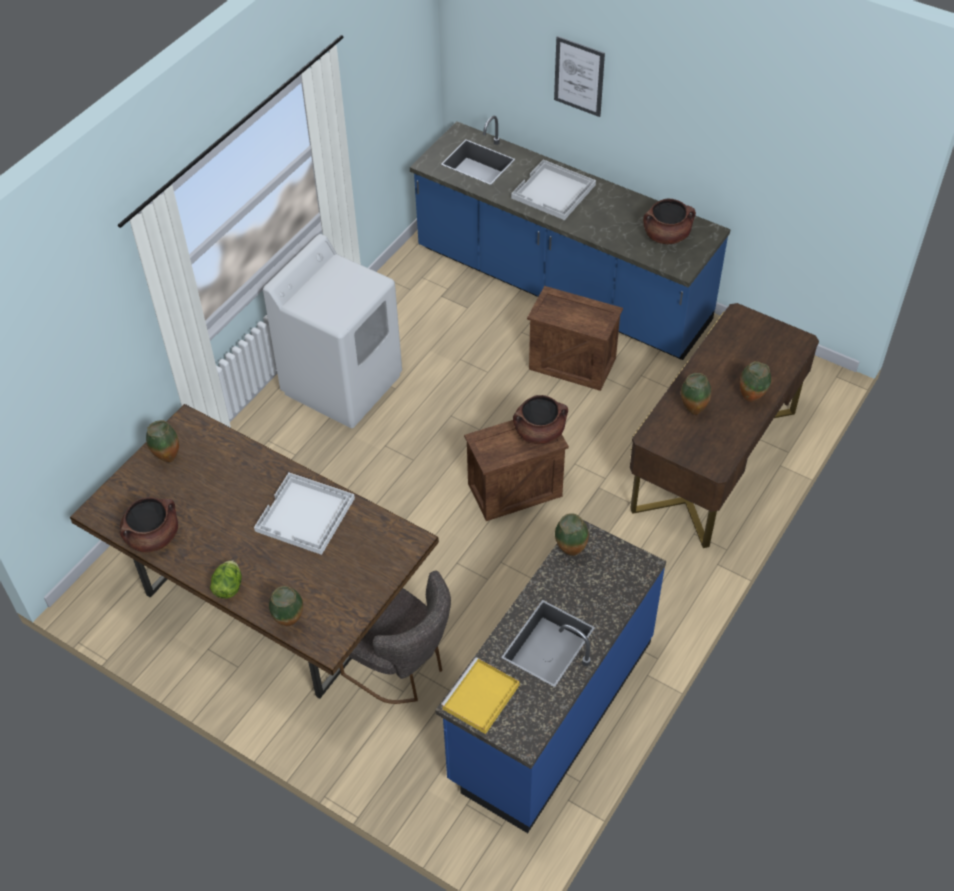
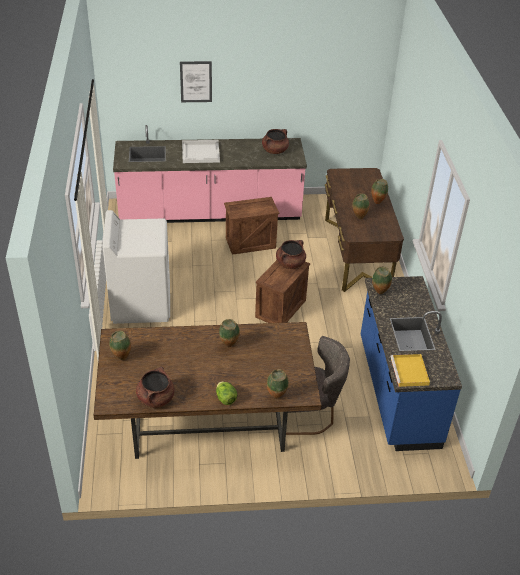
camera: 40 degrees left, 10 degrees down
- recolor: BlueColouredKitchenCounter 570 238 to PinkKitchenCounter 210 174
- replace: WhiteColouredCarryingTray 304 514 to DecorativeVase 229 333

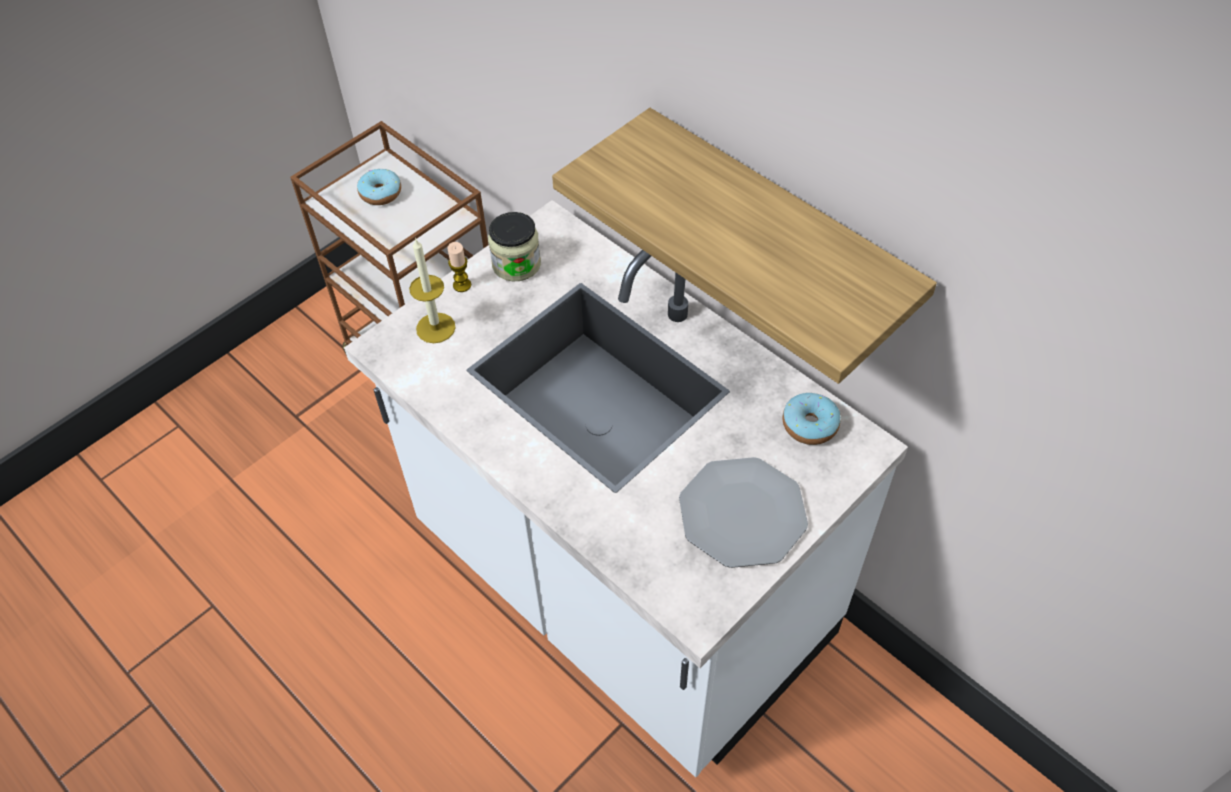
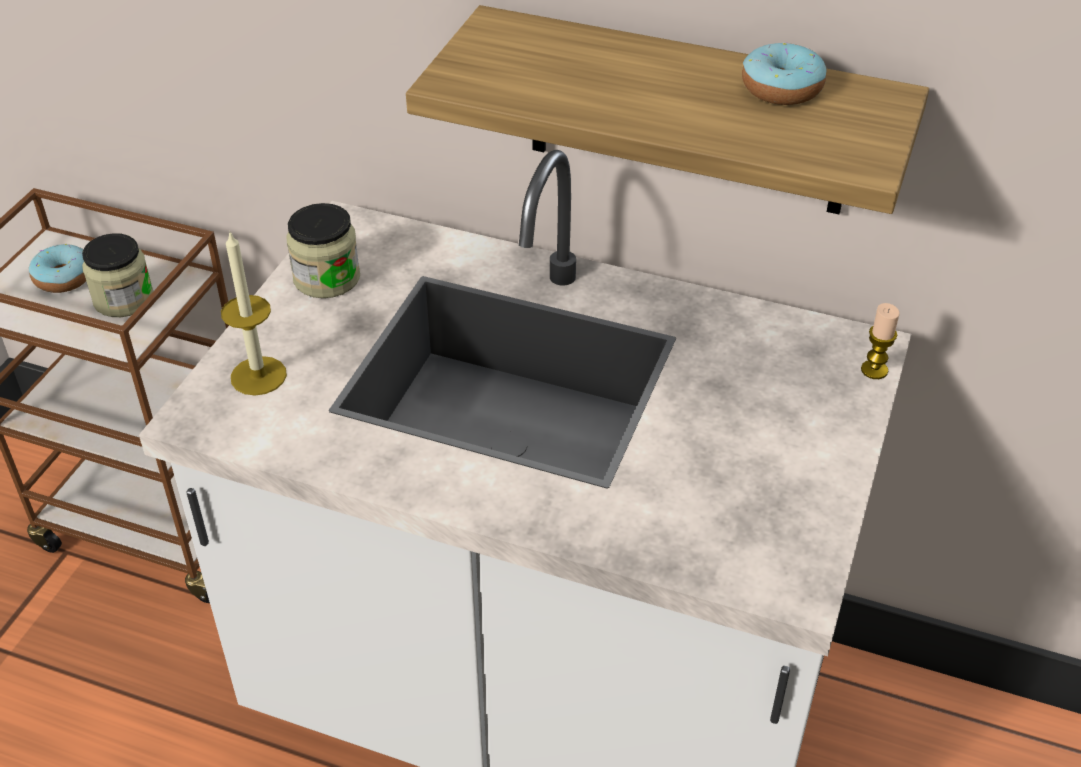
camera: 25 degrees left, 10 degrees down
- move: Candle 459 267 to 880 341
- move: RingDoughnut 811 419 to 784 73
- delete: Plate 743 512
- insert: StorageJar 117 275

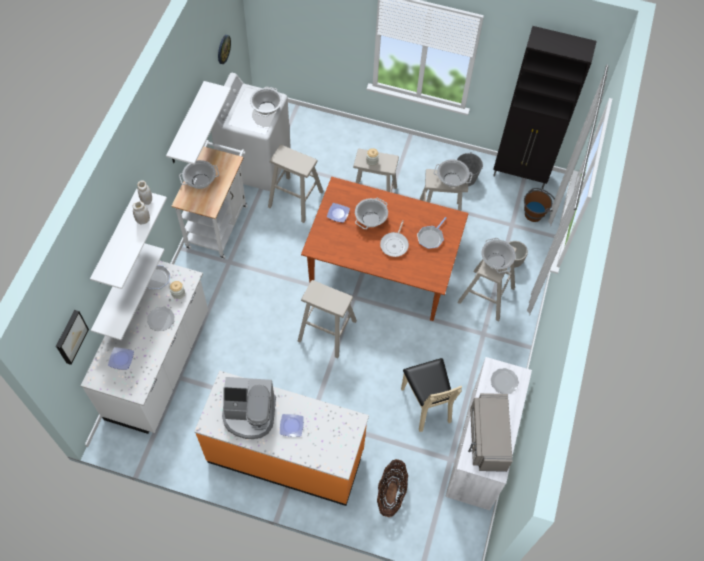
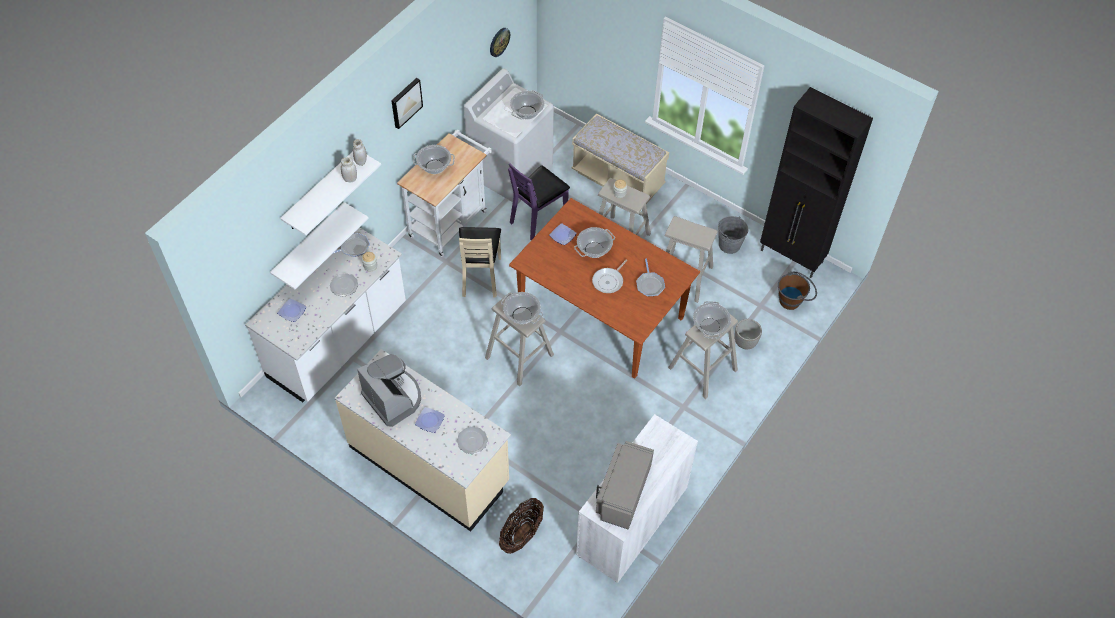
camera: 20 degrees right, 5 degrees down
- delete: WhiteColouredBracketShelf 198 123
- replace: BeigeColouredStool 296 184 to PurpleChair 539 201
- move: CookingPot 453 173 to 522 308
- rotate: Skillet 431 233 = 650 277 60 degrees counterclockwise
- move: WallPicture 72 337 to 407 103
- move: BeigeColouredChair 431 395 to 480 262
- move: Plate 505 381 to 472 440
- recolor: OrangeColouredKitchenCounter 281 438 to BeigeColouredKitchenCounter 423 440
- rotate: CoffeeBrewer 249 408 = 389 390 150 degrees counterclockwise
- insert: BeigeColouredBench 620 159

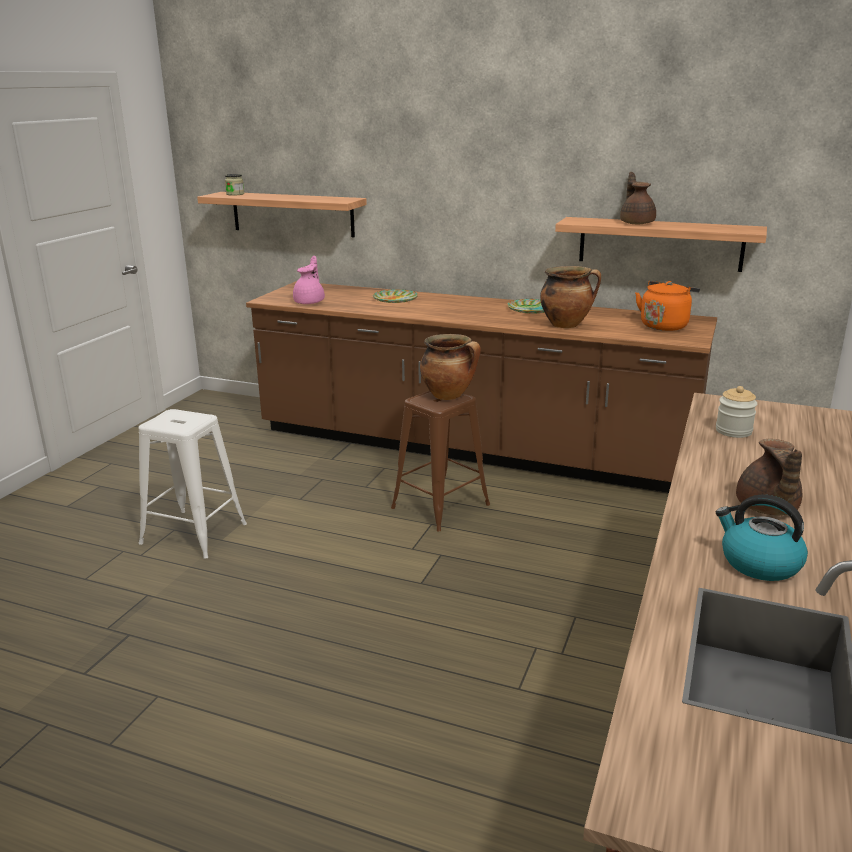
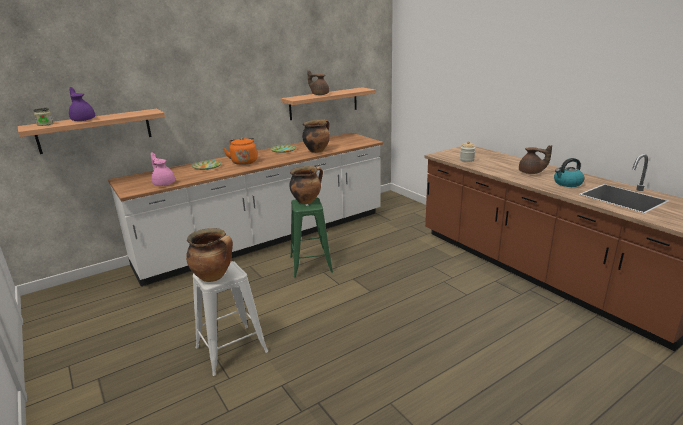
camera: 55 degrees left, 0 degrees up
- recolor: BrownKitchenCounter 481 387 to WhiteColouredKitchenCounter 245 209
- move: OrangeColouredWaterKettle 667 306 to 240 151
- recolor: BrownStool 440 461 to GreenishStool 311 237
- insert: PurpleTeapot 82 104
- insert: CookingPot 209 255

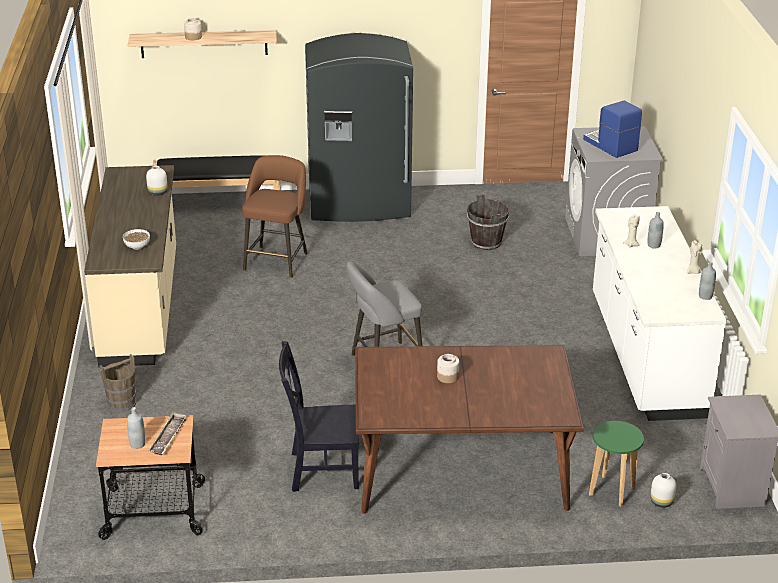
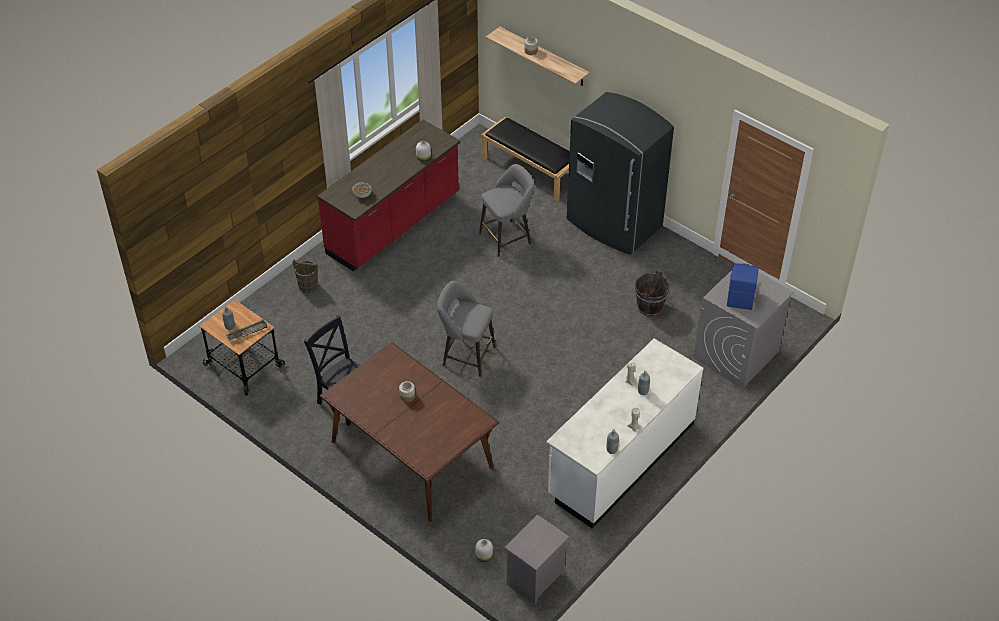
camera: 45 degrees right, 15 degrees up
- recolor: BrownStool 275 216 to GrayStool 507 210
- recolor: BeigeColouredKitchenCounter 130 266 to RedKitchenCounter 388 195
- delete: GreenishStool 616 464

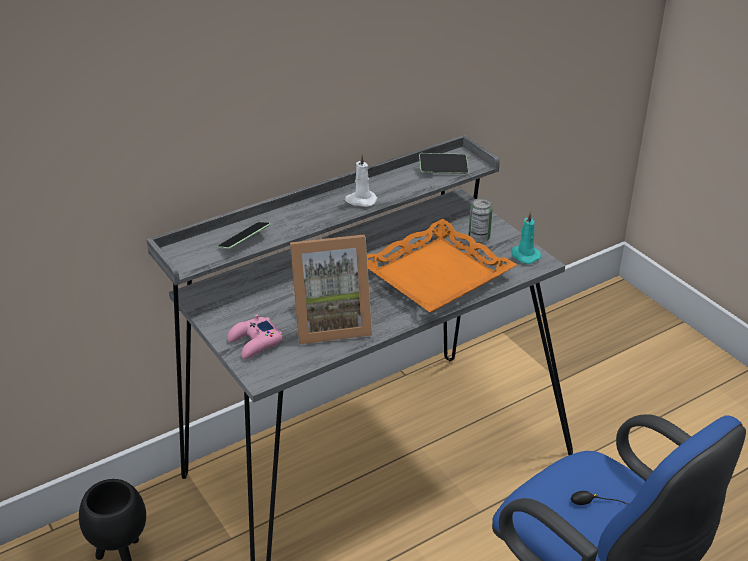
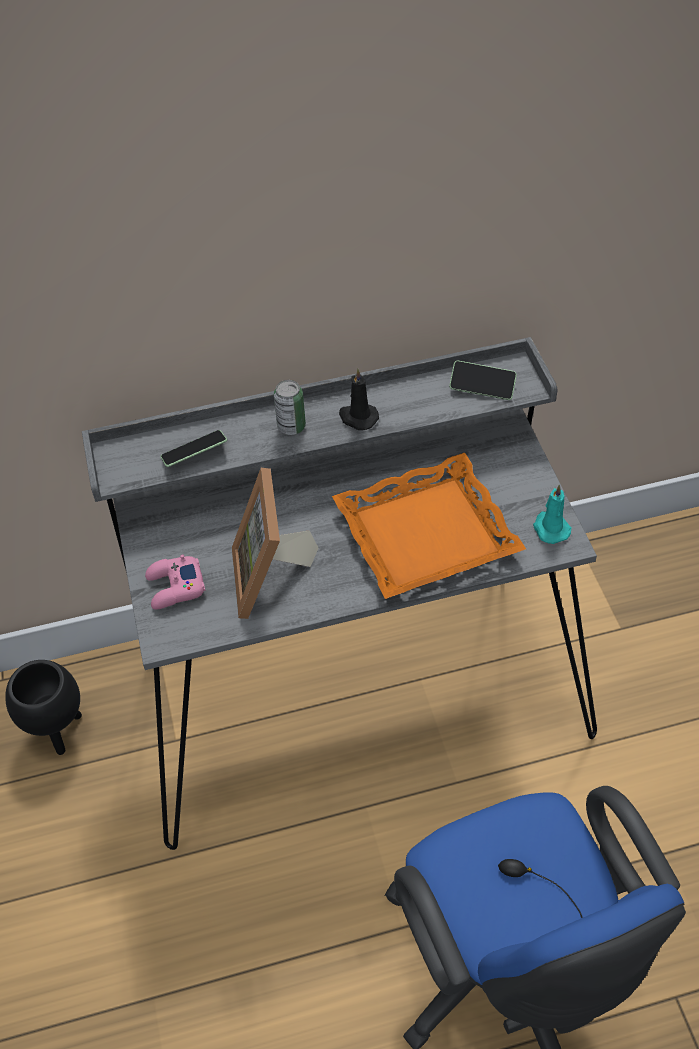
camera: 20 degrees right, 15 degrees up
- recolor: WhiteColouredCandle 361 180 to BlackishCandle 359 399
- move: Can 481 220 to 290 407
- rotate: PictureFrame 331 289 = 275 543 75 degrees clockwise

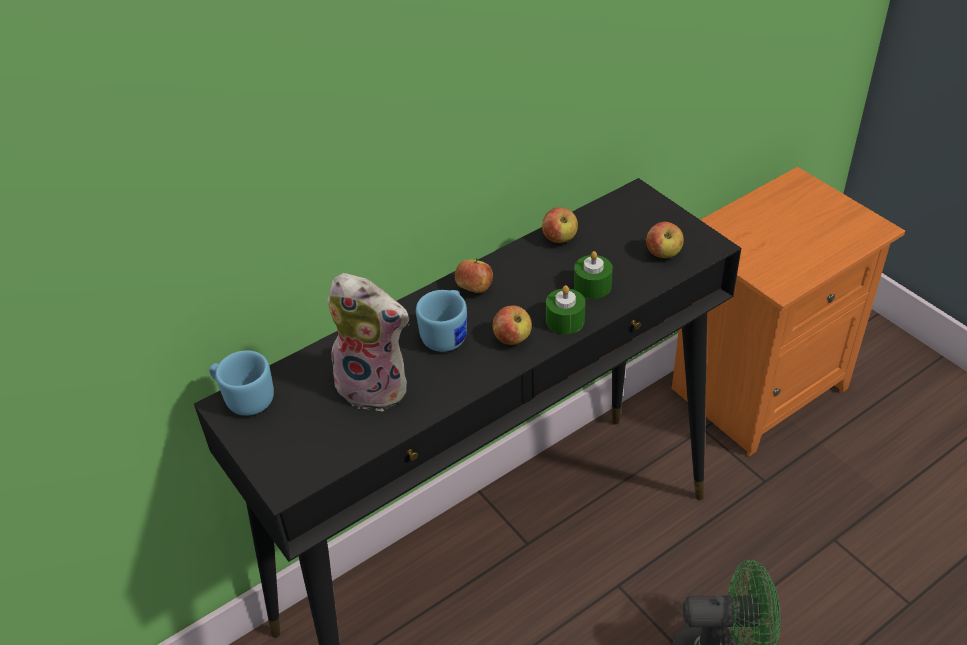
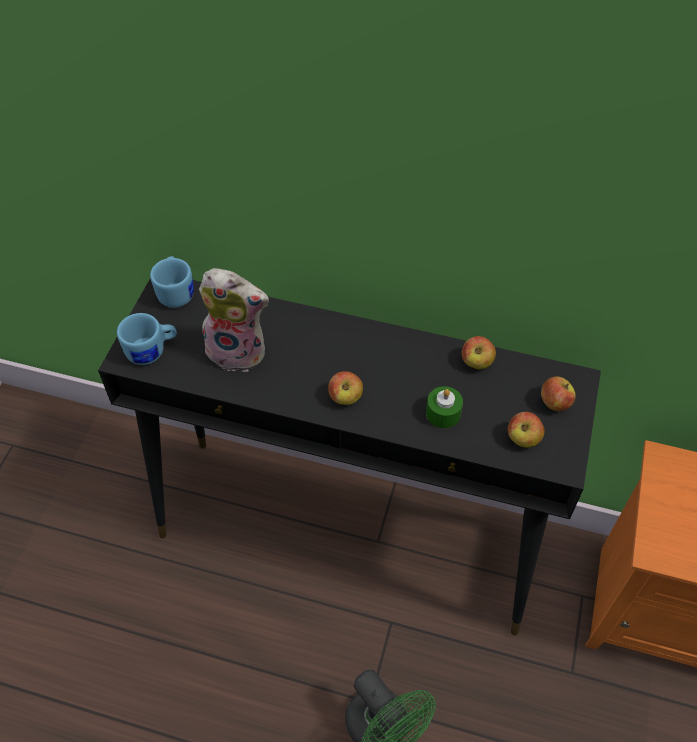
camera: 50 degrees right, 10 degrees up
- move: WholeApple 474 275 to 558 394
- rotate: CuddlyToy 368 342 = 234 320 60 degrees counterclockwise
- delete: GreenishCandle 565 309
- move: BlueColouredTeaMug 441 321 to 147 339

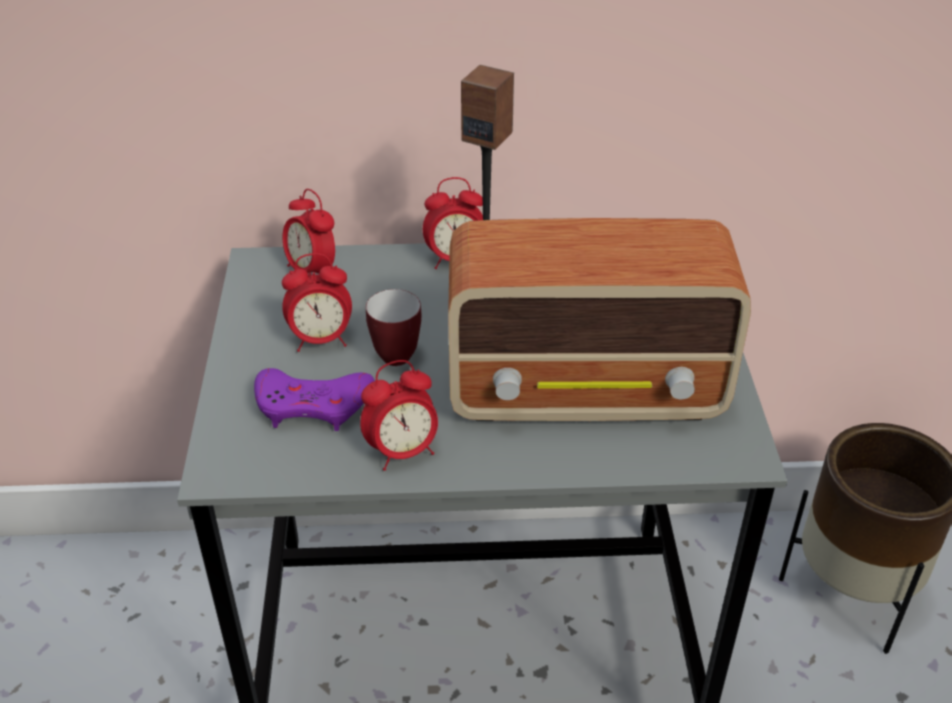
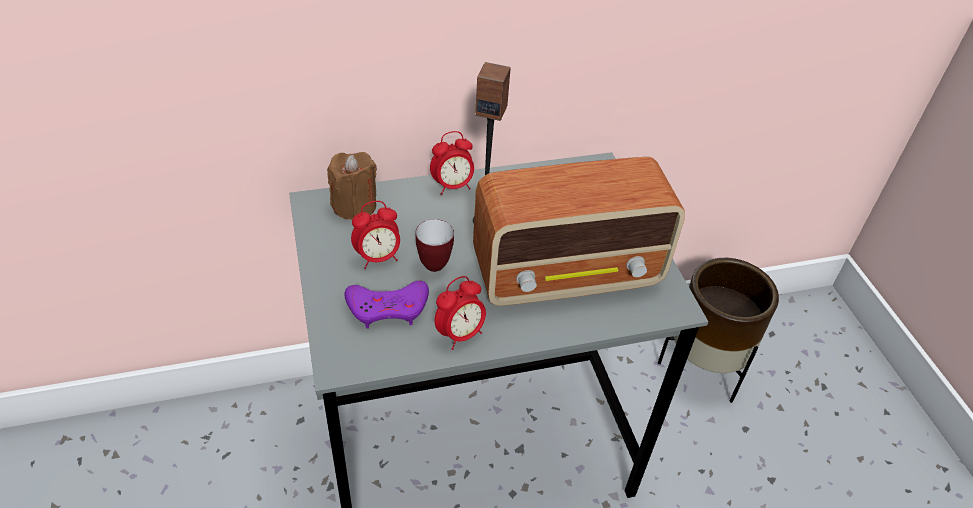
camera: 15 degrees left, 5 degrees up
- replace: BedsideClock 309 232 to BrownCandle 352 186

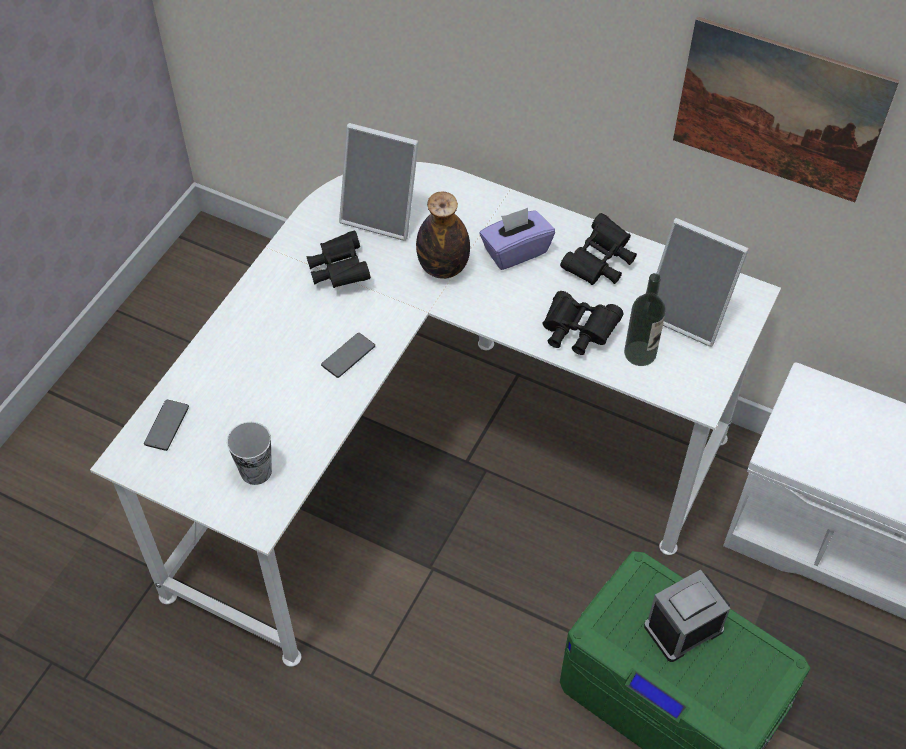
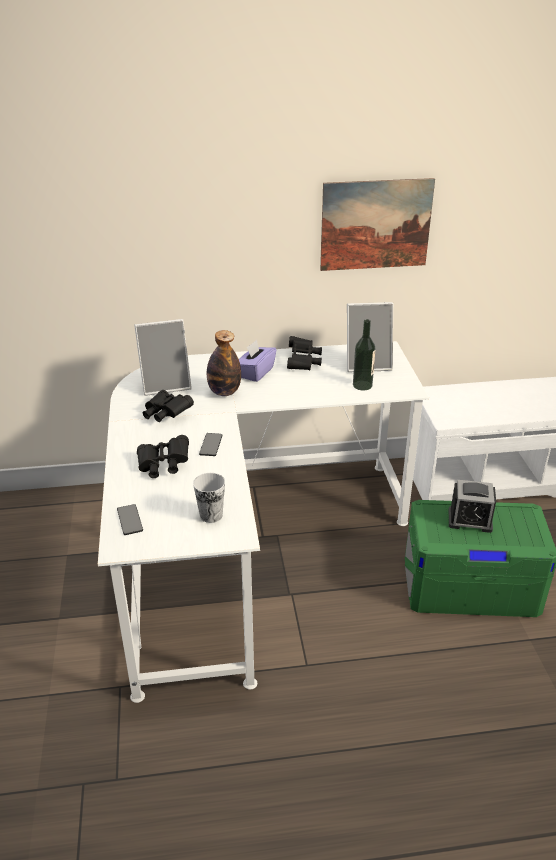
camera: 35 degrees left, 20 degrees down
- move: BlackishBinoculars 583 323 to 163 456
- rotate: BedsideClock 687 615 = 472 506 105 degrees counterclockwise

